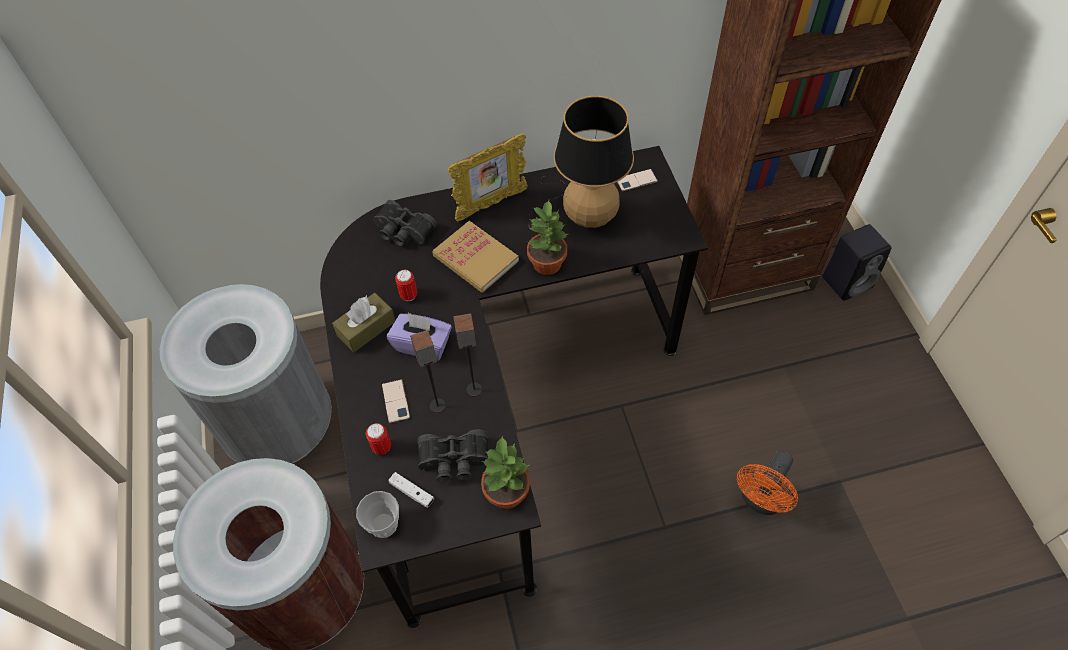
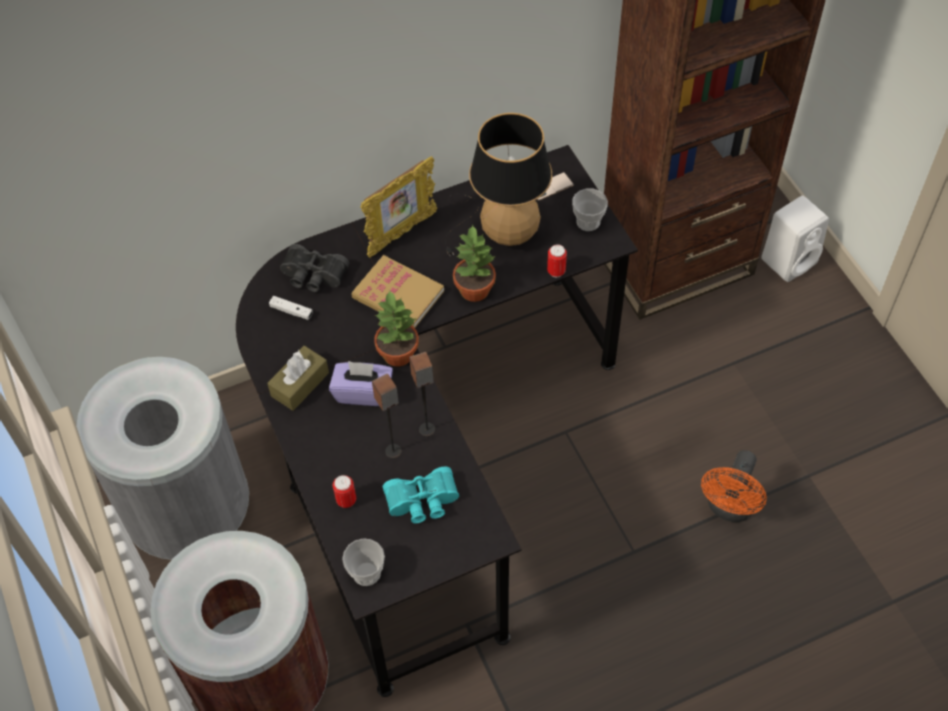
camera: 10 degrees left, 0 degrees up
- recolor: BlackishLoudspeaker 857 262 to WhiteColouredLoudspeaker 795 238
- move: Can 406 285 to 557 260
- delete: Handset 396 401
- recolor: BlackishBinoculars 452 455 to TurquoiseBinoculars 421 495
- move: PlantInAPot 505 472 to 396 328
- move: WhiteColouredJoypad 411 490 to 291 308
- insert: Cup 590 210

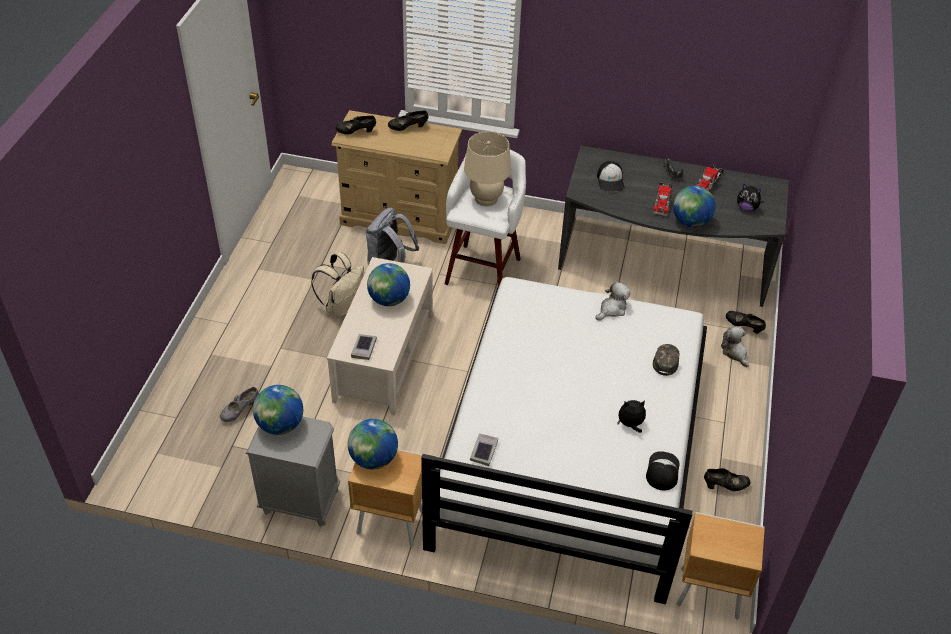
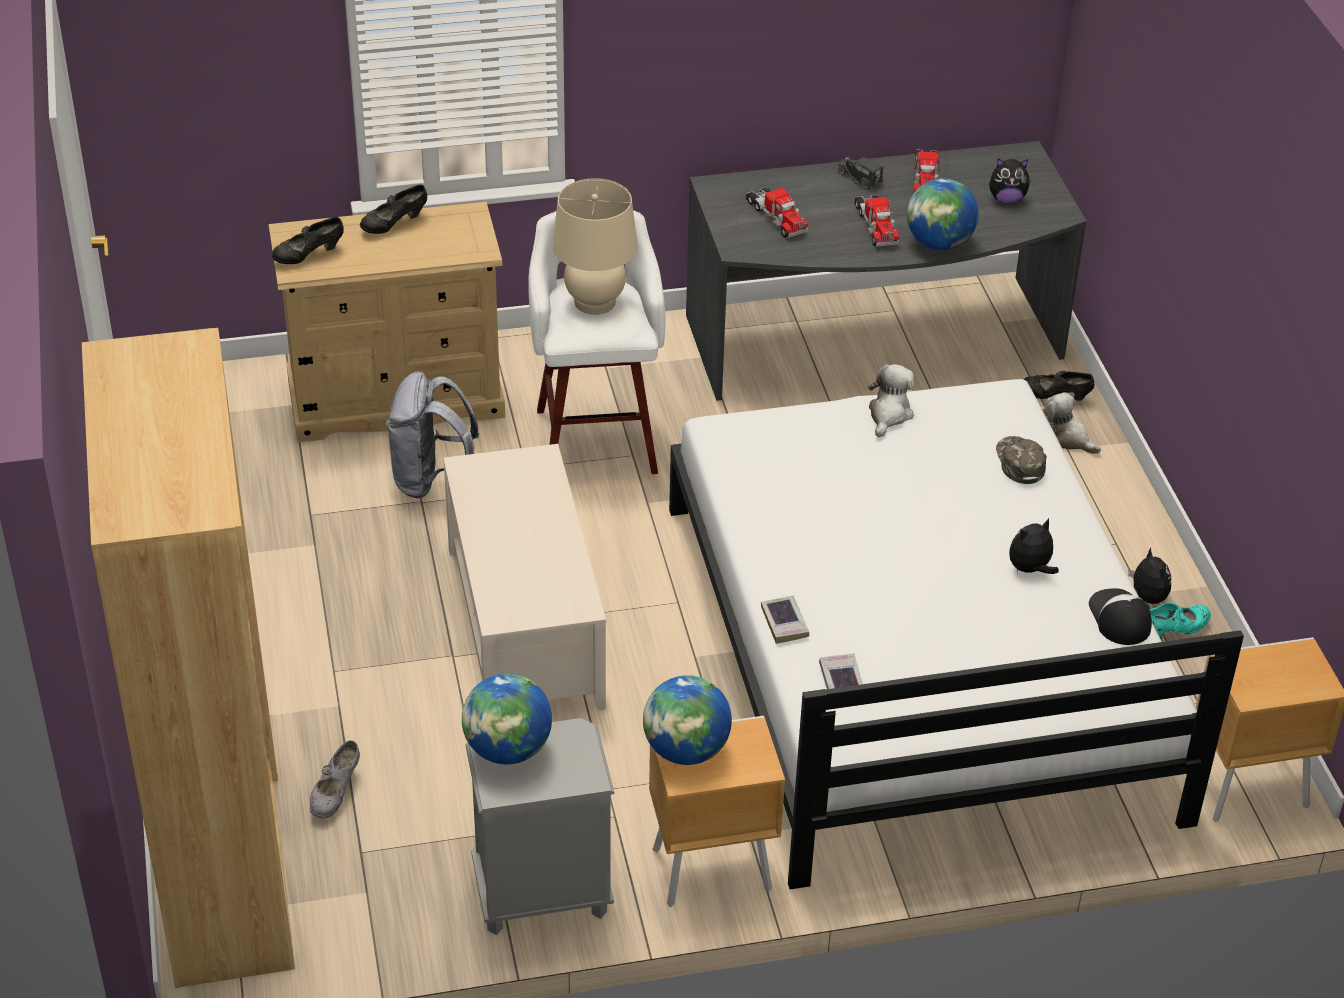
camera: 25 degrees left, 5 degrees down
- replace: BaseballCap 610 176 to ToyLorry 777 212
- delete: BeigeColouredBackpack 337 285
- delete: WorldGlobe 388 284
- move: Volume 364 347 to 785 620
- recolor: BlackishShoe 727 479 to TurquoiseShoe 1180 622
- insert: BrownBookshelf 188 658
- insert: CuddlyToy 1149 576

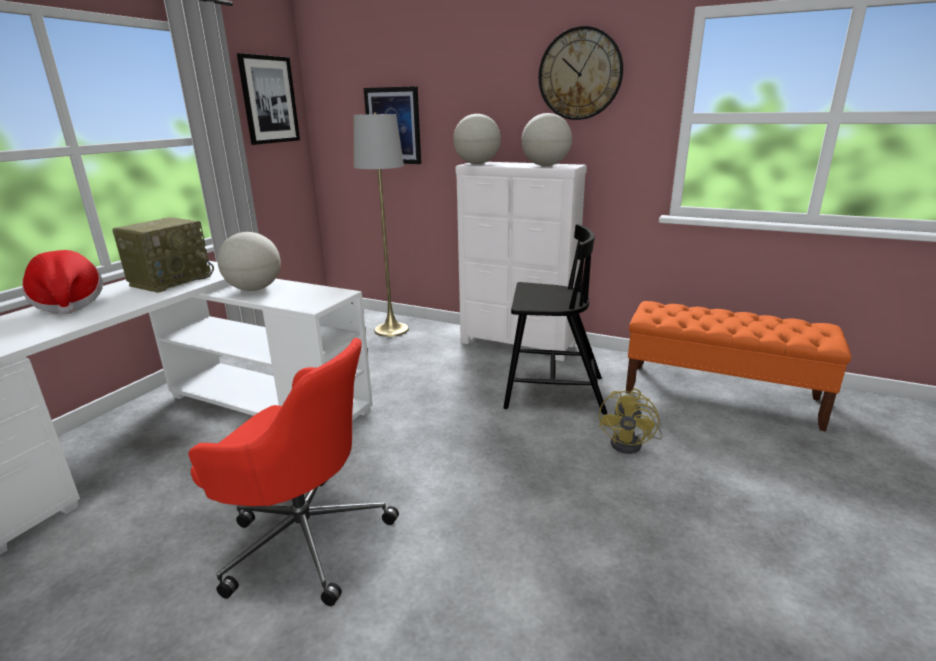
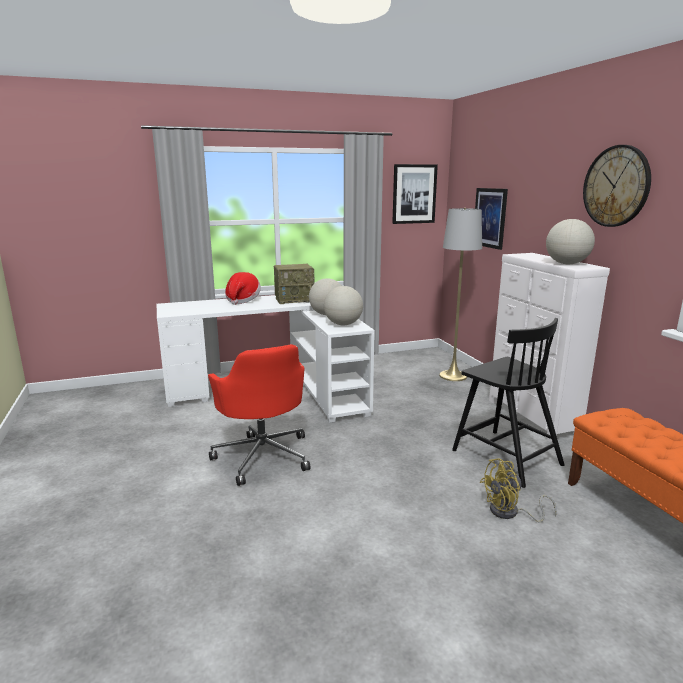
camera: 45 degrees right, 5 degrees down
- move: WorldGlobe 477 139 to 343 305

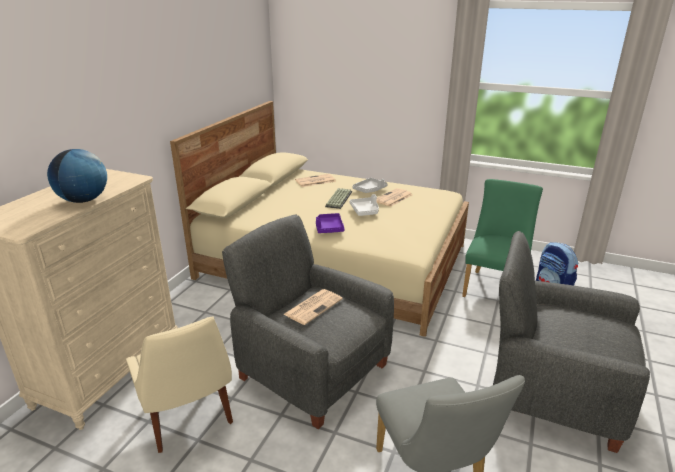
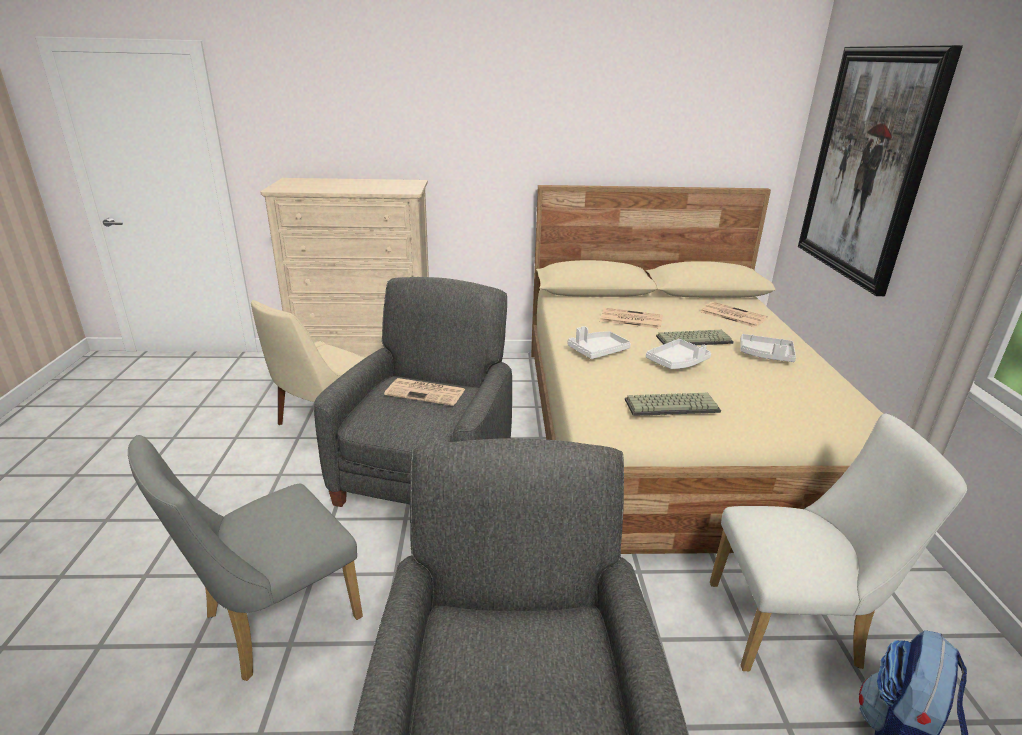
camera: 65 degrees right, 0 degrees up
- delete: WorldGlobe 77 176
- recolor: GreenishChair 502 238 to WhiteColouredChair 838 542
- move: PrintedPaper 394 197 to 631 318
- recolor: PurpleCarryingTray 330 223 to WhiteColouredCarryingTray 599 342
- insert: WallPicture 880 170
- insert: PcKeyboard 673 404

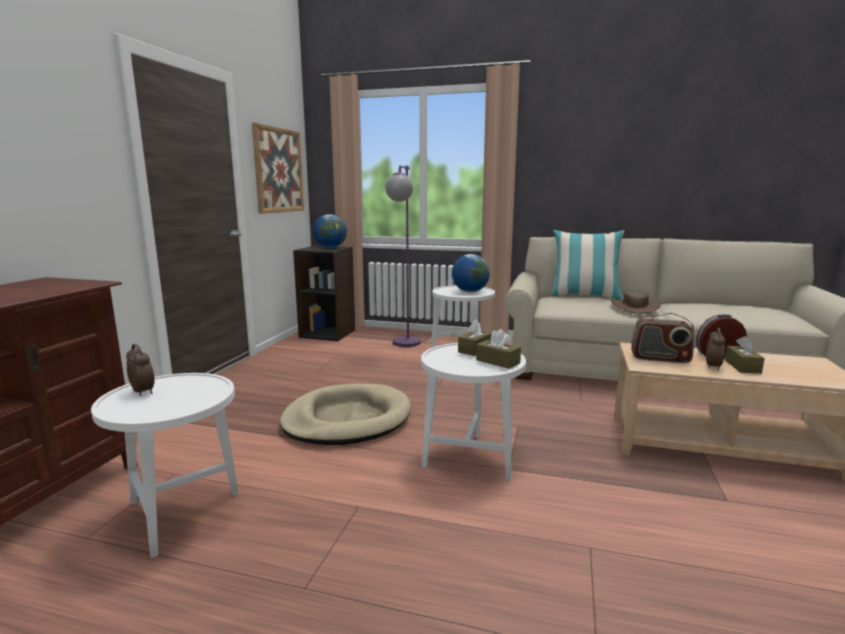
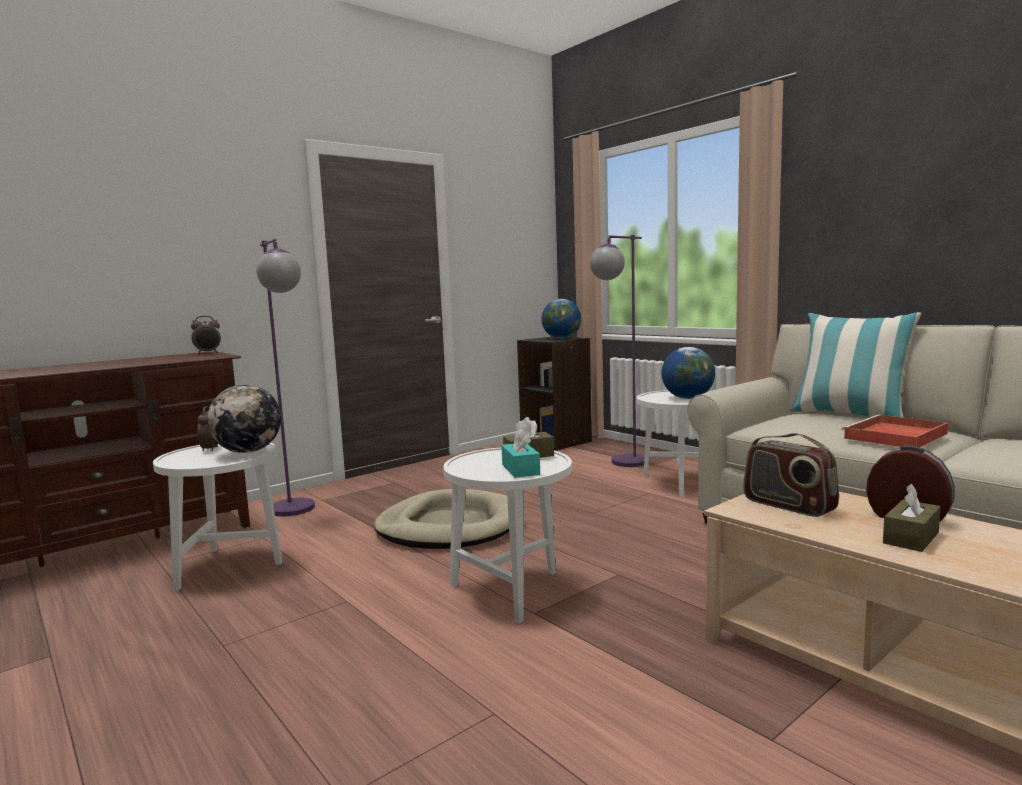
camera: 35 degrees right, 5 degrees down
- delete: WallPicture 278 168
- replace: BrownHat 636 302 to RedCarryingTray 894 431
- move: BedsideClock 715 349 to 206 335
- recolor: BrownBoxOfTissues 498 349 to TurquoiseBoxOfTissues 520 453
- insert: PurpleStandingLamp 285 378
- insert: WorldGlobe 244 418

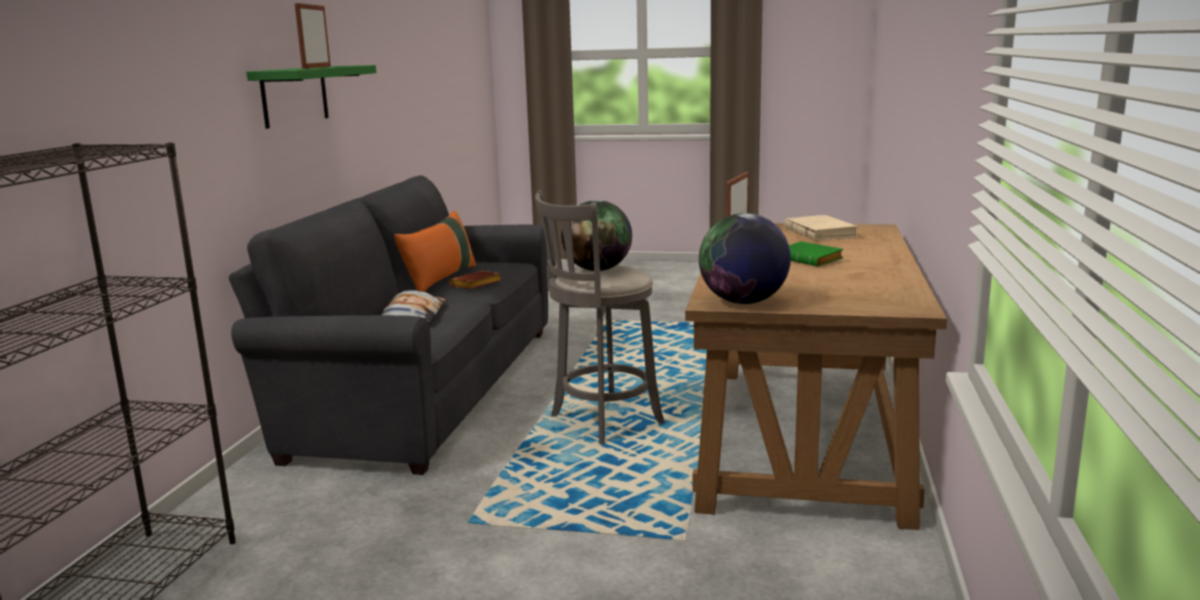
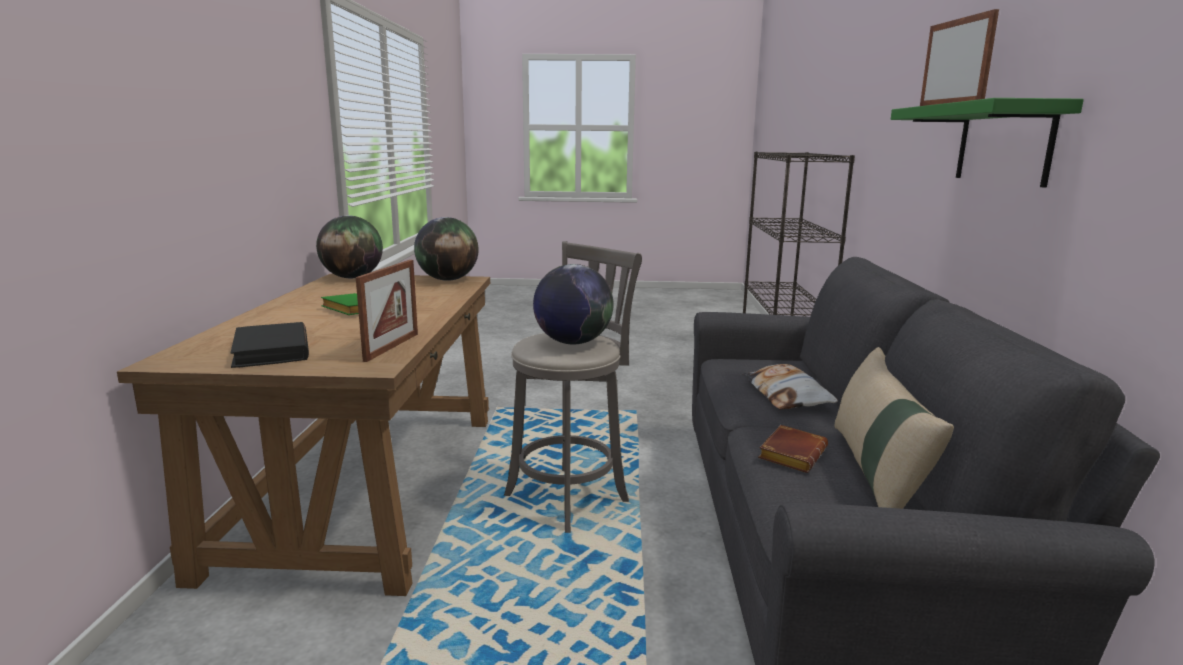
camera: 170 degrees right, 0 degrees up
- recolor: OrangeColouredCushion 435 251 to BeigeColouredCushion 894 428
- recolor: BeigeColouredVolume 822 228 to BlackishVolume 269 345
- insert: WorldGlobe 349 246

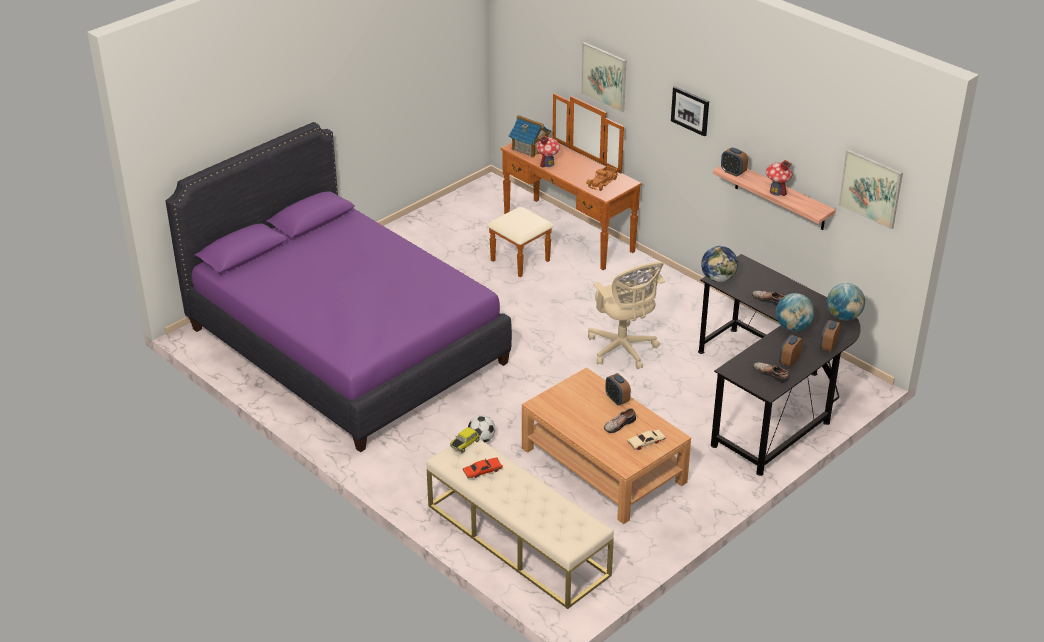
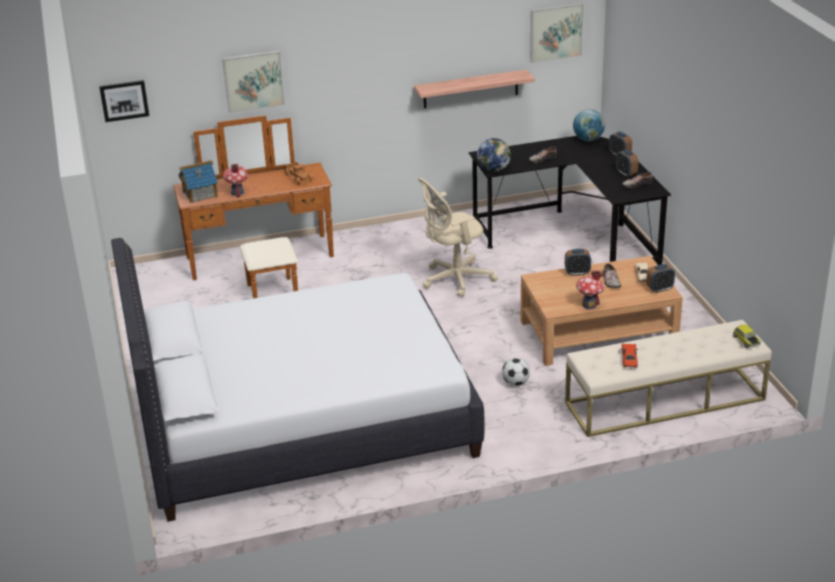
camera: 60 degrees left, 5 degrees down
- move: WallPicture 690 111 to 124 101
- recolor: PurpleBed 338 287 to WhiteColouredBed 297 380
- move: BedsideClock 734 162 to 660 278
- move: MiniatureHouse 779 178 to 590 289
- rotate: BeigeColouredOfficeChair 626 315 = 458 237 150 degrees clockwise
- delete: WorldGlobe 795 312
- move: ModelCar 465 440 to 747 336

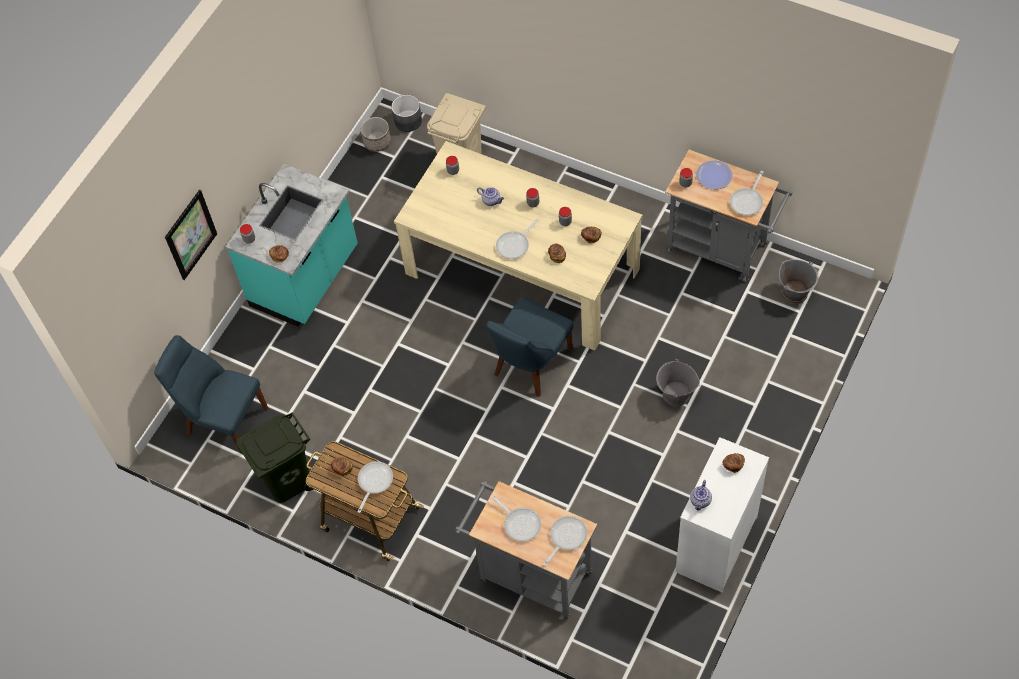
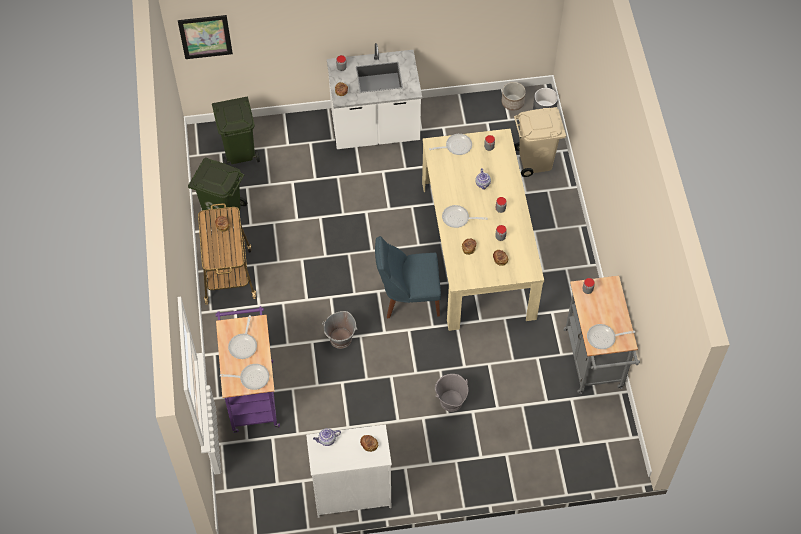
camera: 50 degrees right, 0 degrees up
- delete: Plate 714 175
- recolor: TurquoiseKitchenCounter 292 245 to WhiteColouredKitchenCounter 374 96
- move: WallPicture 191 235 to 205 37
- move: GrayBucket 798 281 to 339 330
- replace: BlueColouredChair 211 394 to GreenishWasteBin 236 130
- move: Skillet 375 487 to 450 144
- recolor: GrayTrolley 526 550 to PurpleTrolley 247 369

